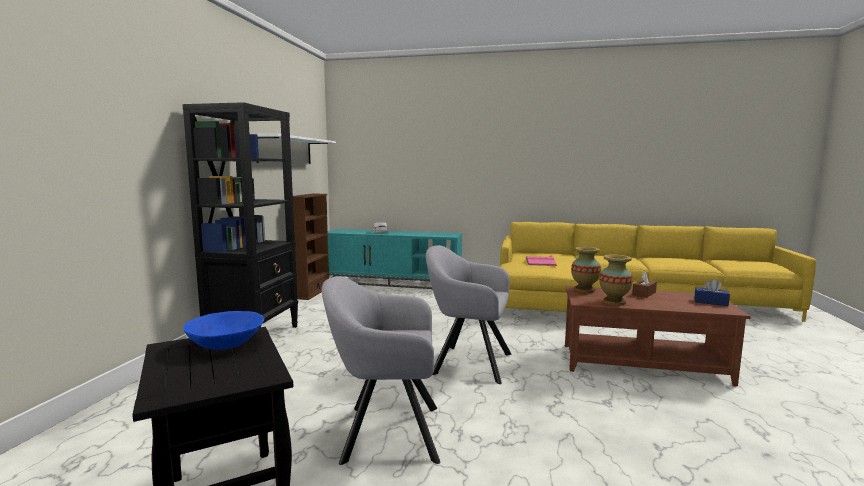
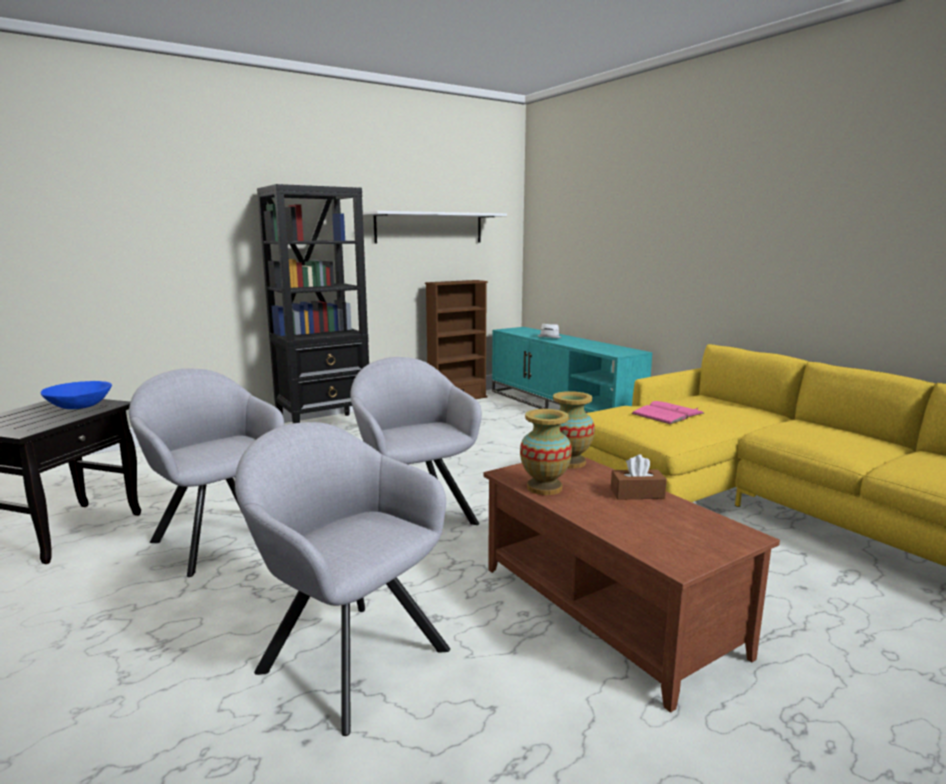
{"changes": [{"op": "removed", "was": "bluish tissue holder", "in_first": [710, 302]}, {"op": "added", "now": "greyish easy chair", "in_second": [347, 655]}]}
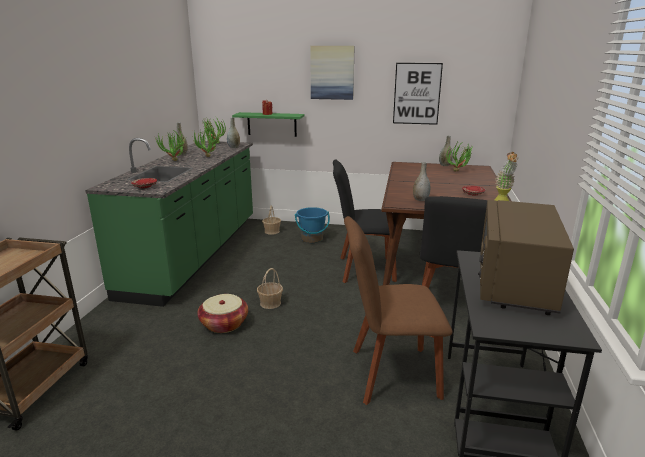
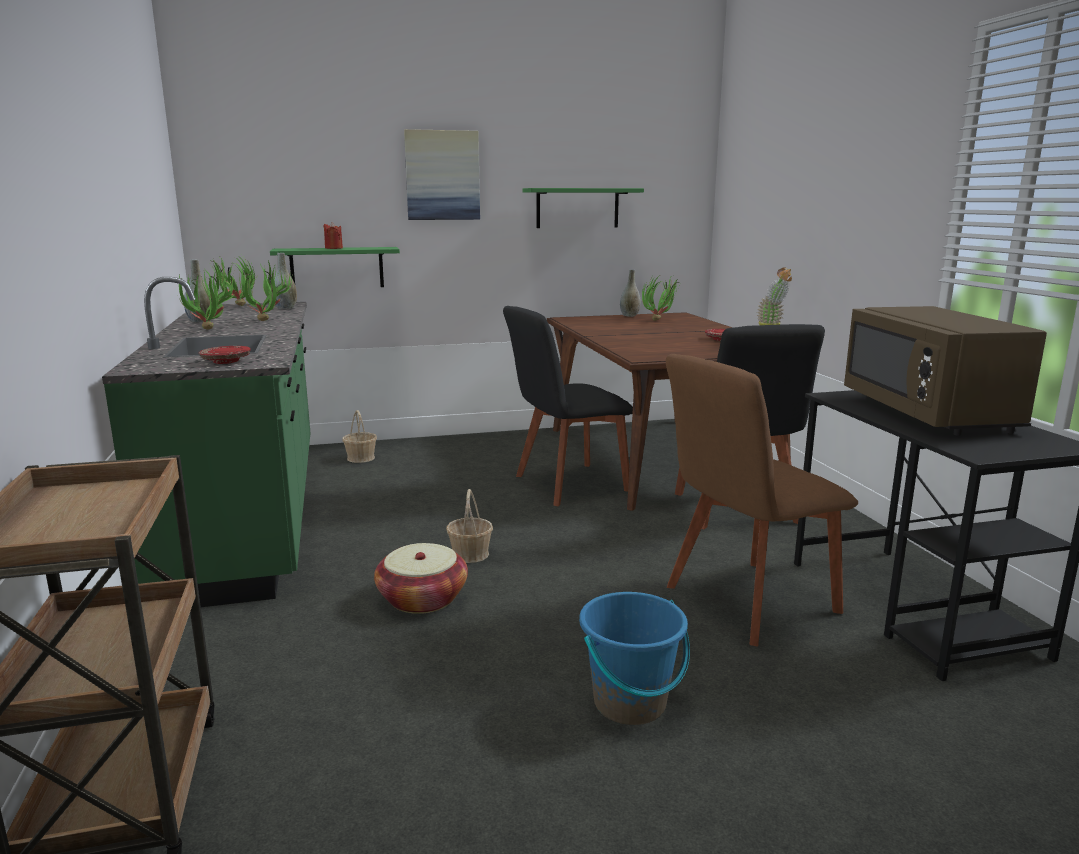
{"changes": [{"op": "removed", "was": "greyish flower vase", "in_first": [420, 199]}, {"op": "moved", "was": "bluish water bucket", "in_first": [312, 239], "in_second": [630, 703]}, {"op": "replaced", "was": "picture", "now": "green-coloured bracket shelf", "in_first": [417, 94], "in_second": [577, 208]}]}
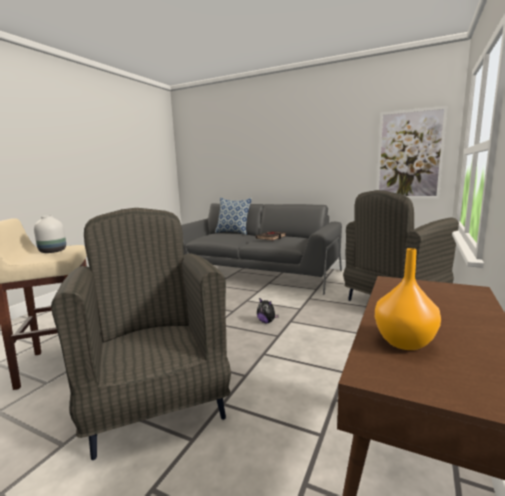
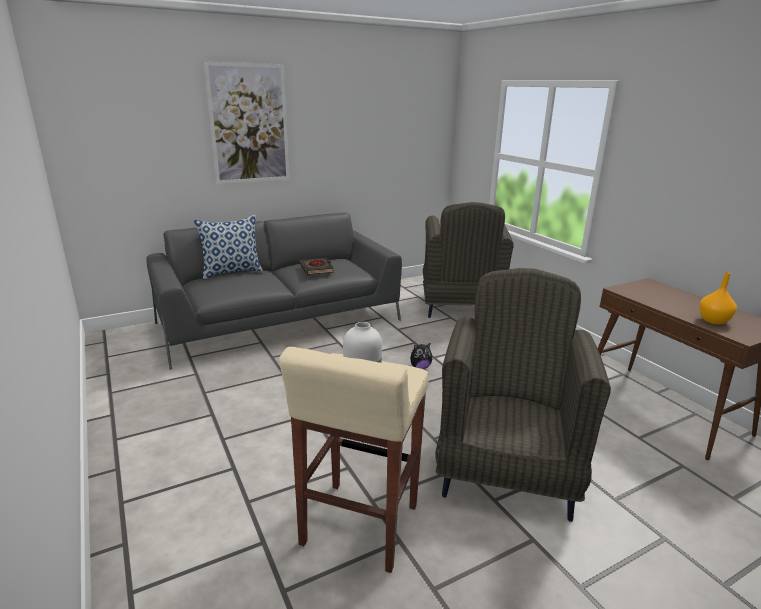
{"changes": [{"op": "moved", "was": "picture", "in_first": [409, 155], "in_second": [249, 124]}, {"op": "turned", "was": "greyish easy chair", "in_first": [156, 401], "in_second": [506, 470], "clockwise": 90}]}
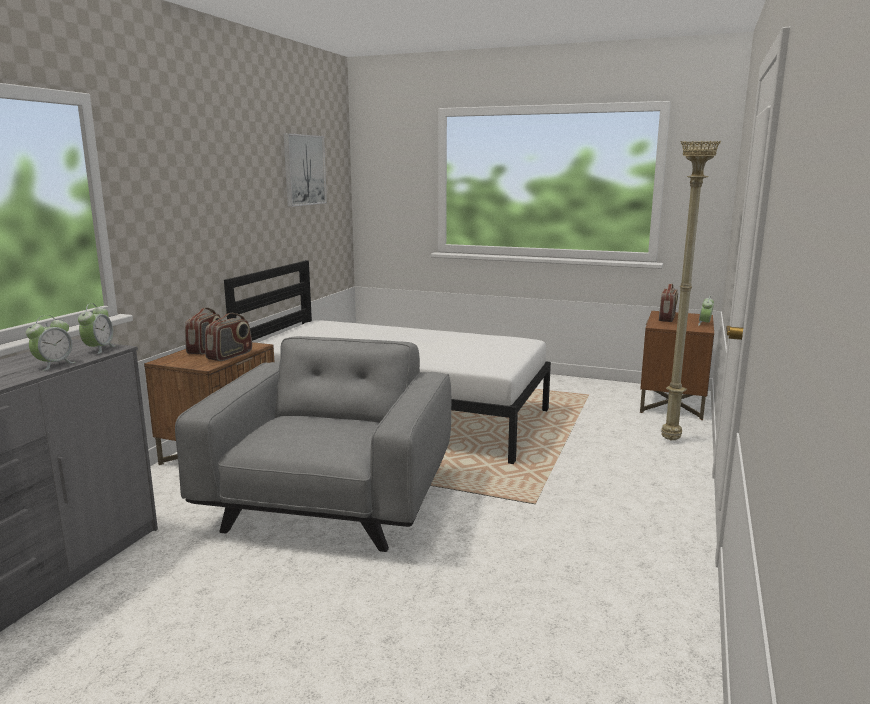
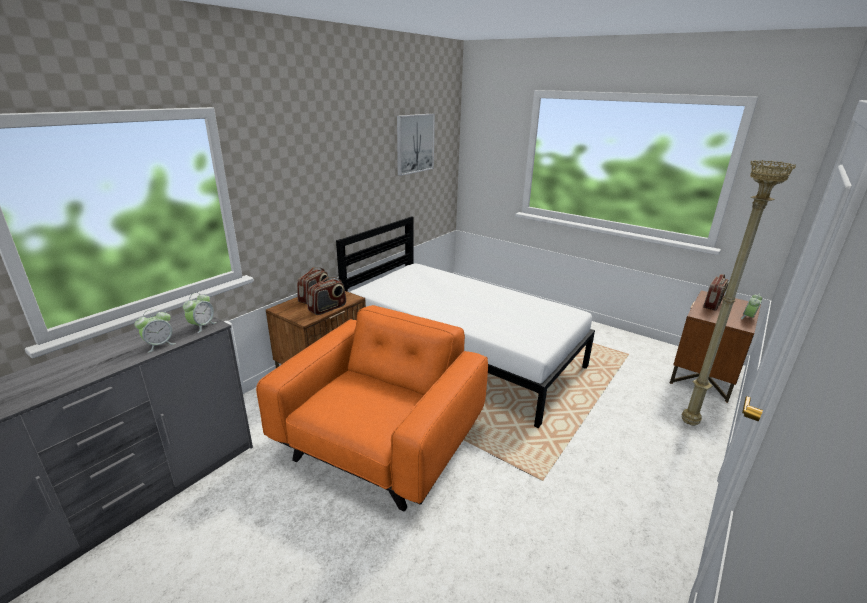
{"changes": [{"op": "recoloured", "was": "greyish easy chair", "now": "orangey easy chair", "in_first": [330, 502], "in_second": [381, 444]}]}
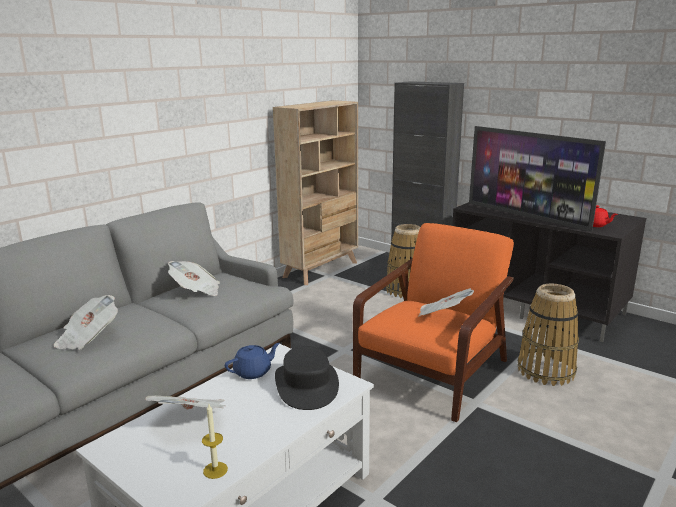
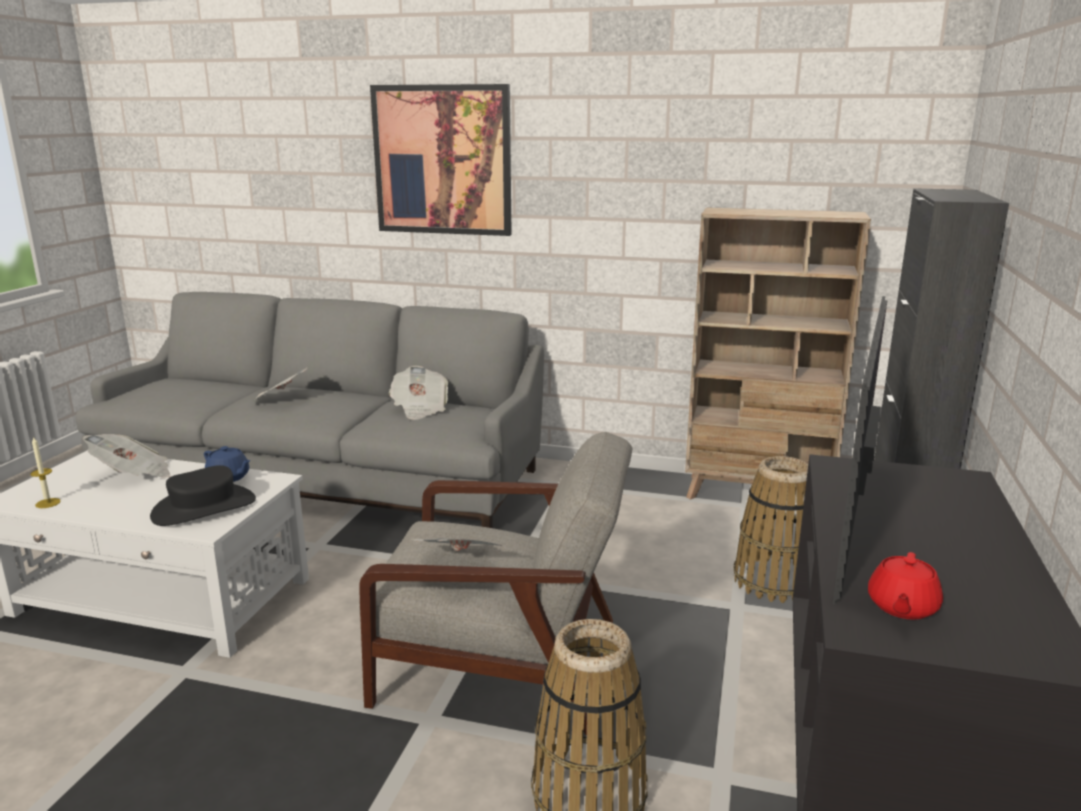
{"changes": [{"op": "added", "now": "picture", "in_second": [442, 160]}, {"op": "recoloured", "was": "orangey easy chair", "now": "greyish easy chair", "in_first": [434, 371], "in_second": [503, 662]}]}
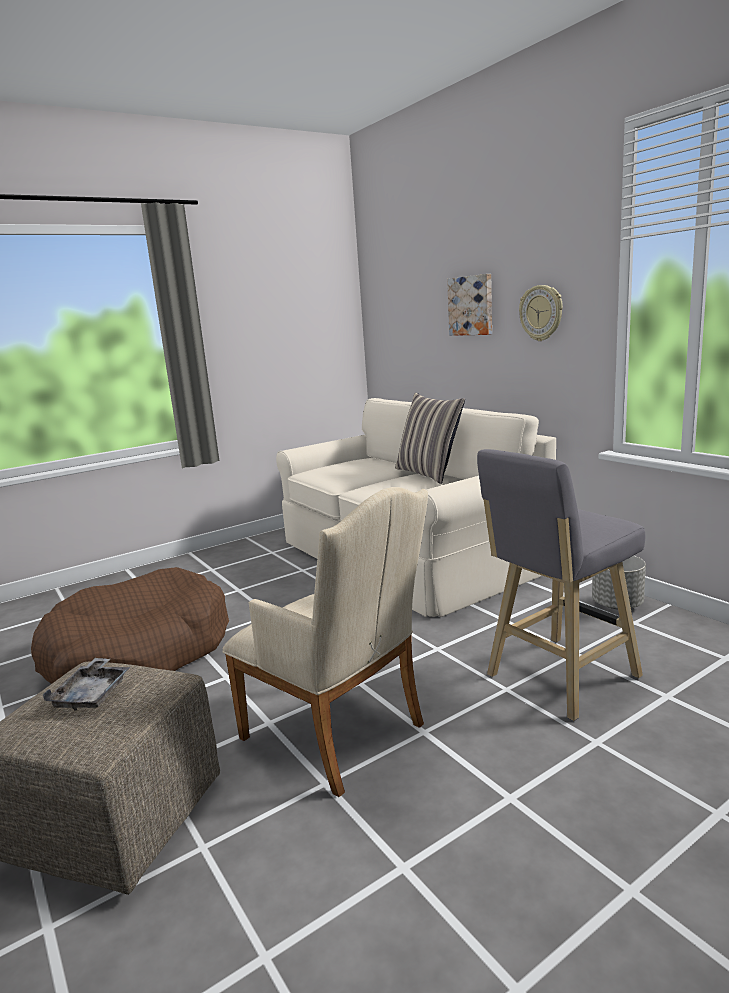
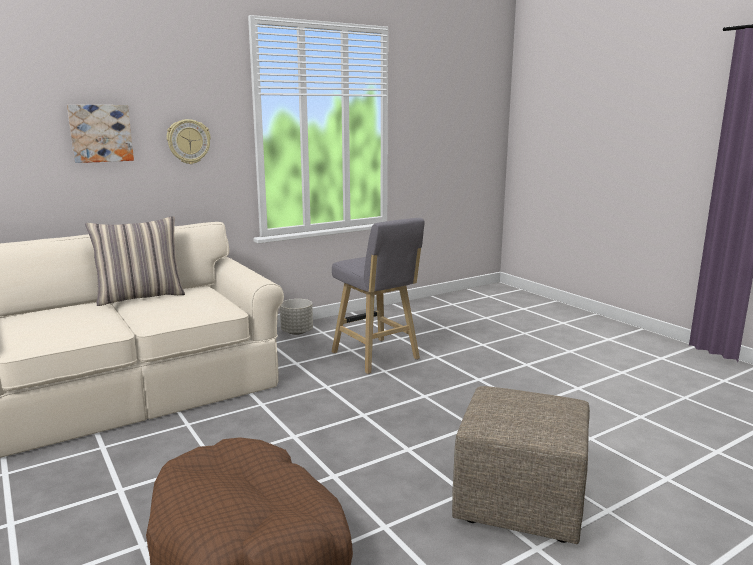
{"changes": [{"op": "removed", "was": "greyish carrying tray", "in_first": [93, 694]}, {"op": "removed", "was": "beige easy chair", "in_first": [340, 736]}]}
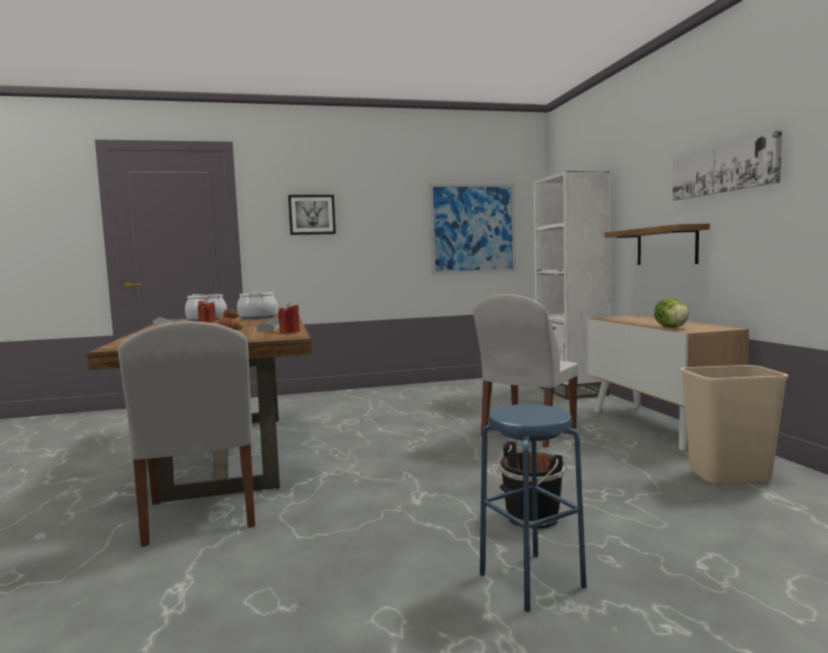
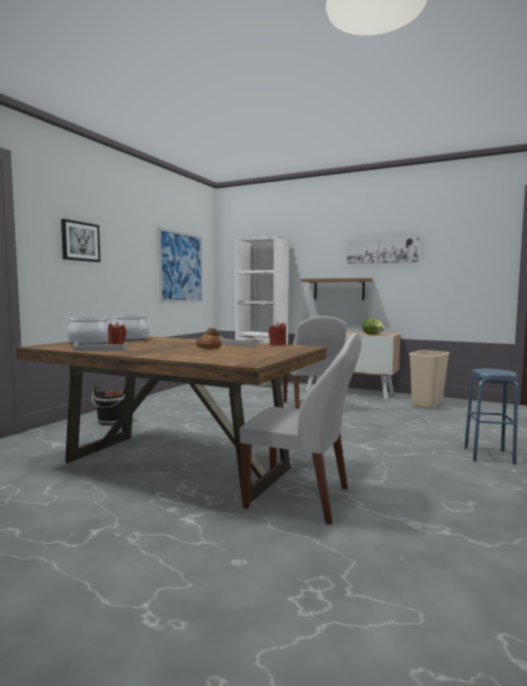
{"changes": [{"op": "moved", "was": "black-coloured water bucket", "in_first": [531, 518], "in_second": [111, 421]}]}
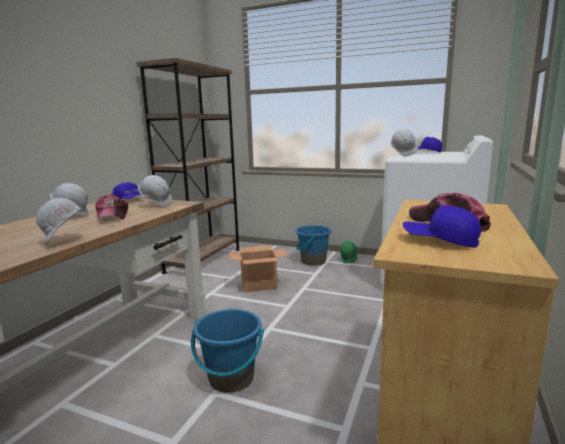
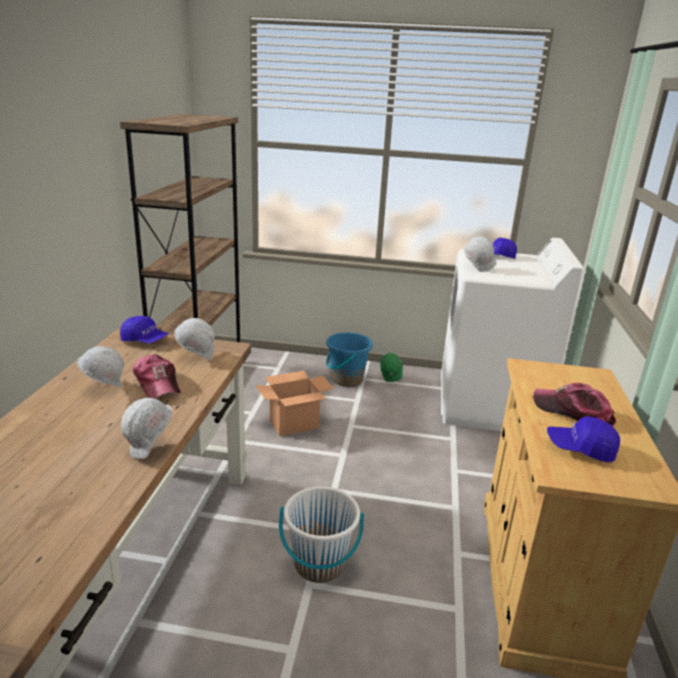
{"changes": [{"op": "recoloured", "was": "bluish water bucket", "now": "whitish water bucket", "in_first": [231, 378], "in_second": [319, 564]}]}
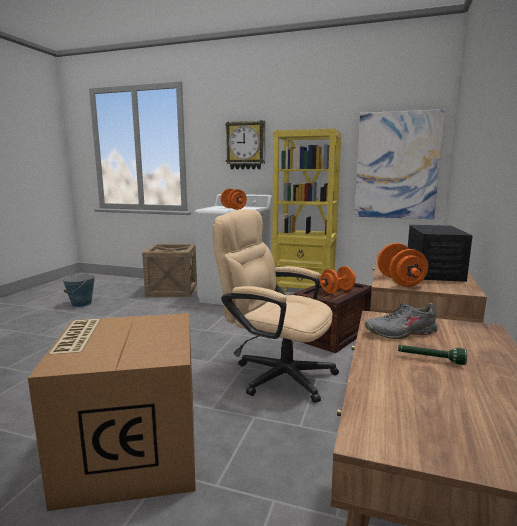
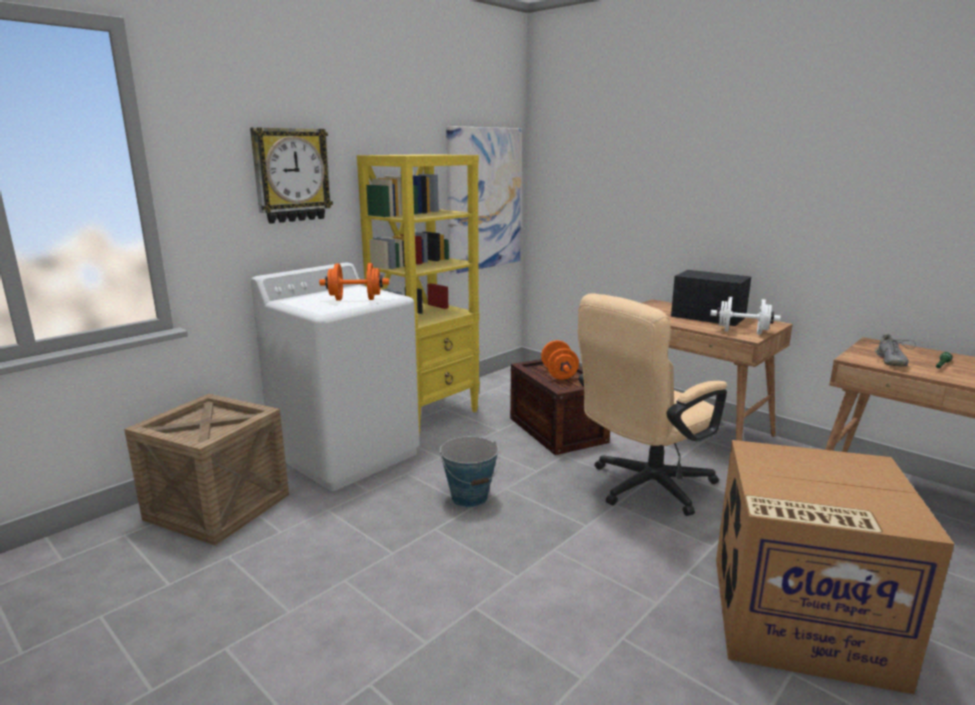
{"changes": [{"op": "moved", "was": "water bucket", "in_first": [81, 304], "in_second": [469, 497]}, {"op": "recoloured", "was": "orangey free weight", "now": "whitish free weight", "in_first": [400, 281], "in_second": [742, 332]}]}
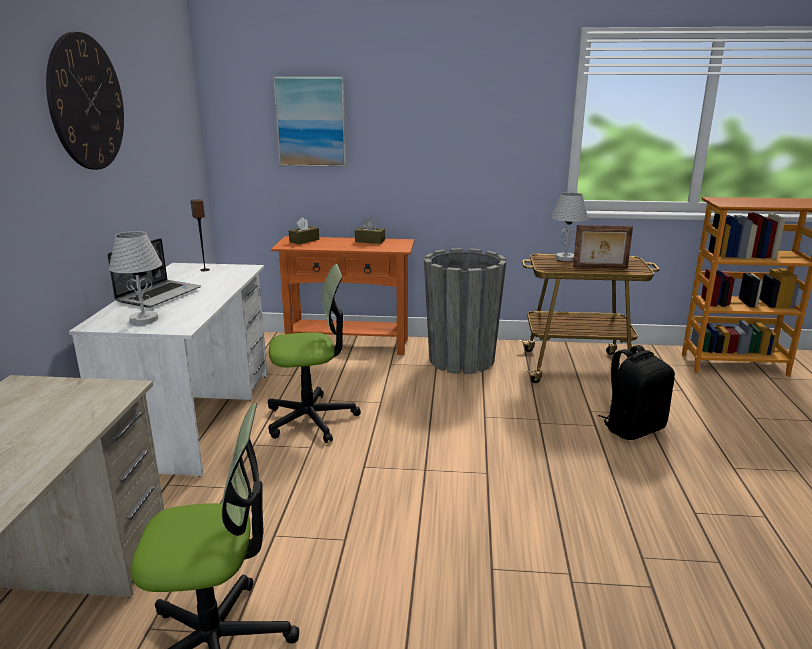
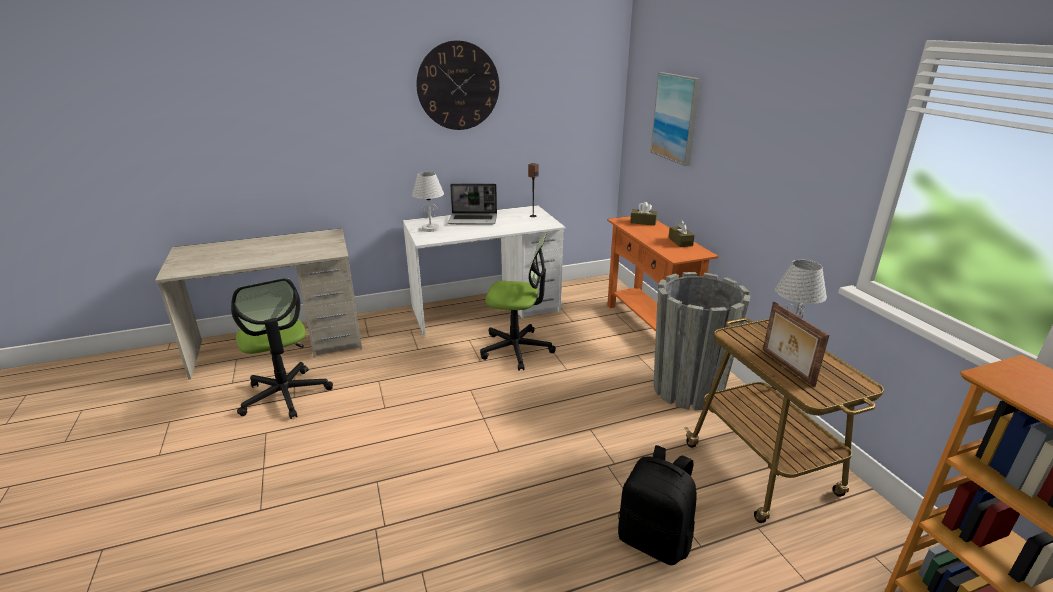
{"changes": [{"op": "turned", "was": "computer chair", "in_first": [311, 419], "in_second": [516, 349], "clockwise": -45}]}
